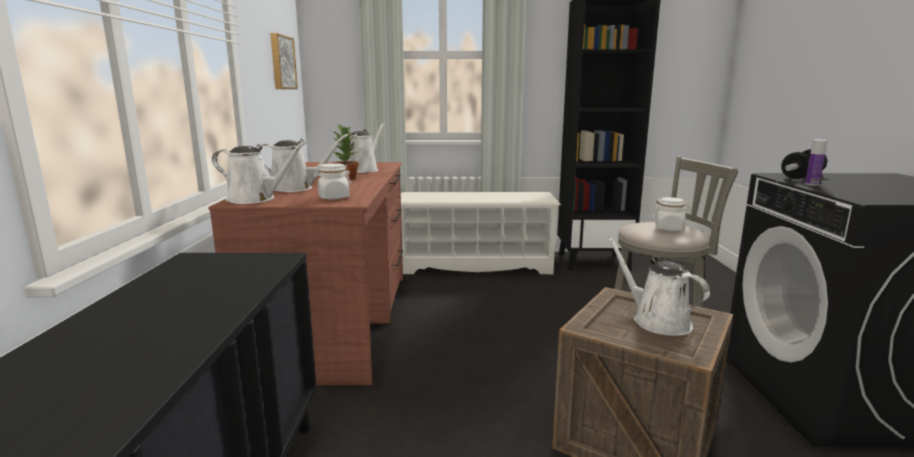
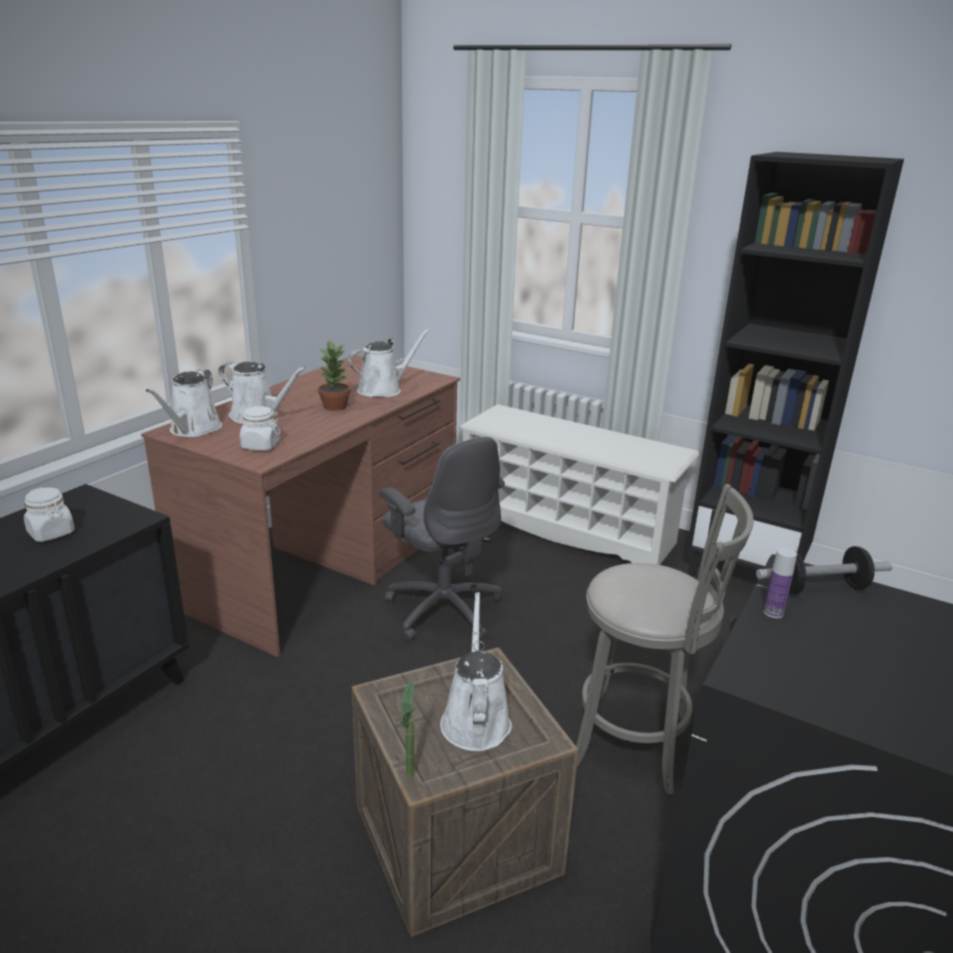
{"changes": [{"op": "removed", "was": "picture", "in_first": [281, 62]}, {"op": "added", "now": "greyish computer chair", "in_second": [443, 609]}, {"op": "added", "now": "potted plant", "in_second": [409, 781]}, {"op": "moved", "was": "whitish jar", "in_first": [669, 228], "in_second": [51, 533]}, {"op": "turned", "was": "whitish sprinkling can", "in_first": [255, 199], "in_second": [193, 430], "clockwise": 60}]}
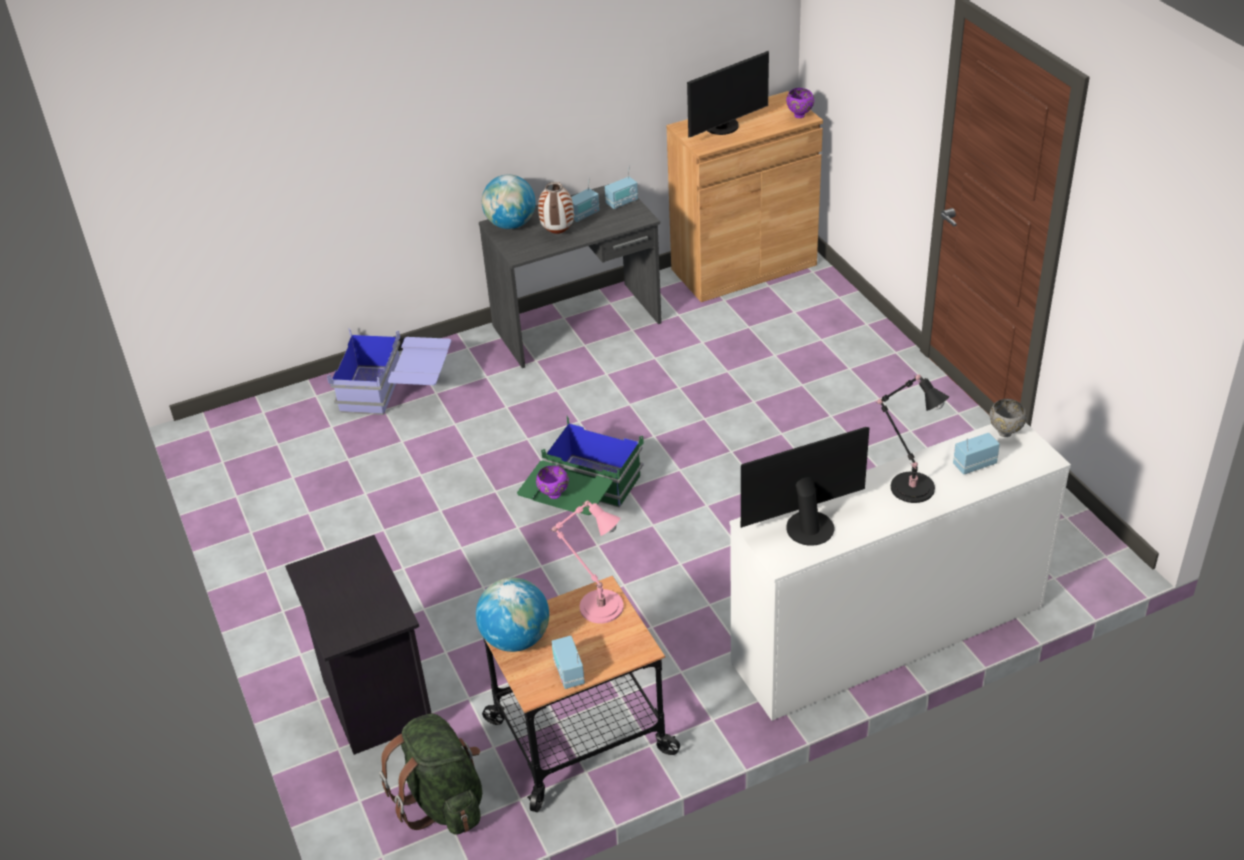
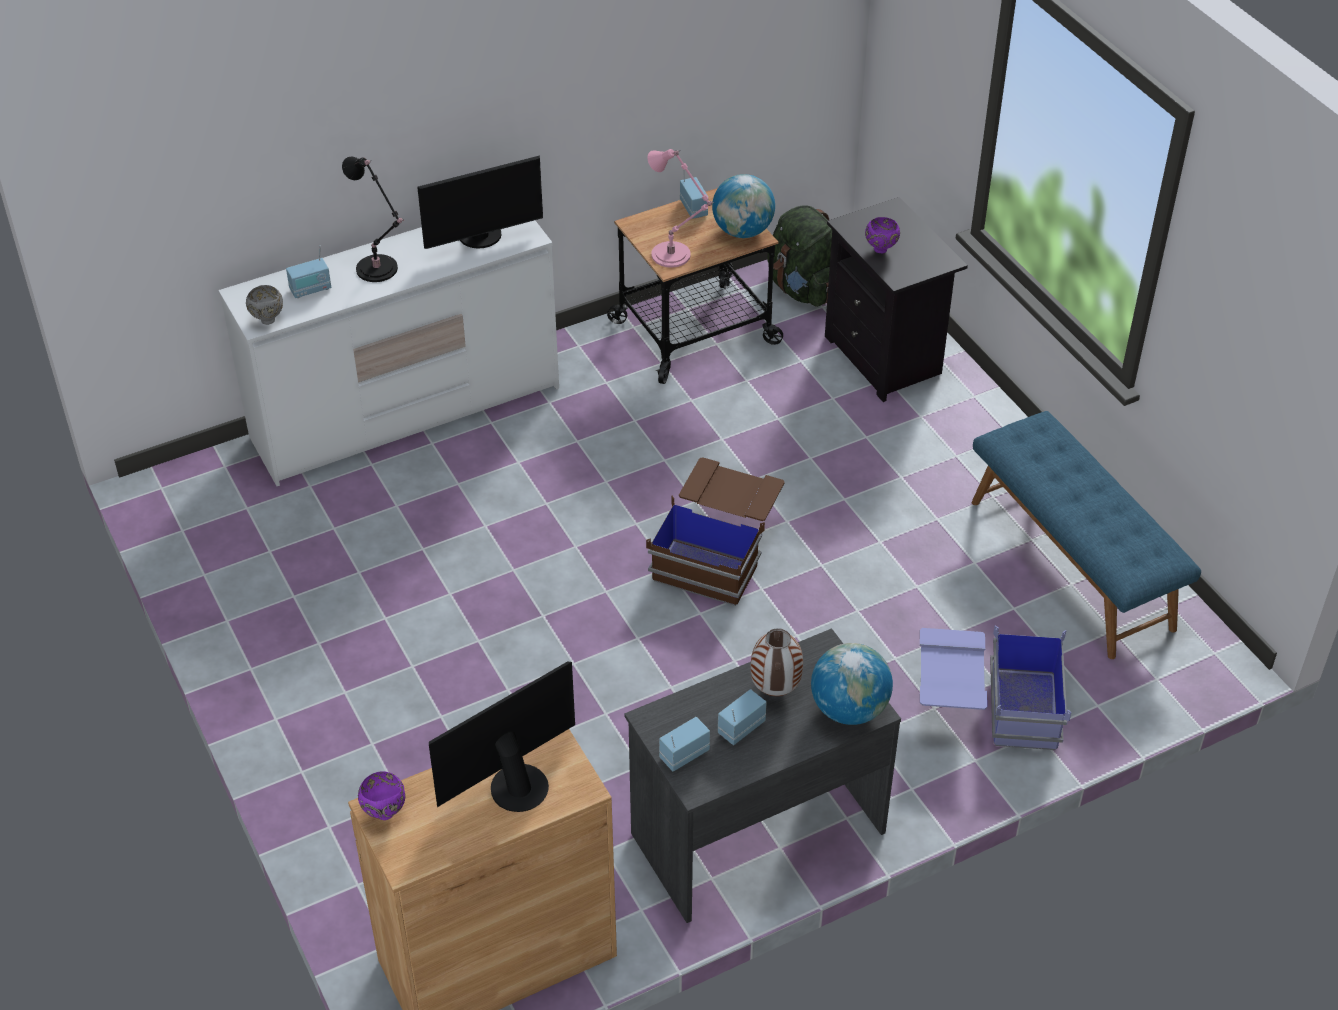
{"changes": [{"op": "added", "now": "bluish indoor bench", "in_second": [1072, 563]}, {"op": "moved", "was": "purple serving bowl", "in_first": [553, 495], "in_second": [881, 249]}, {"op": "recoloured", "was": "green-coloured storage box", "now": "brown-coloured storage box", "in_first": [582, 501], "in_second": [717, 551]}]}
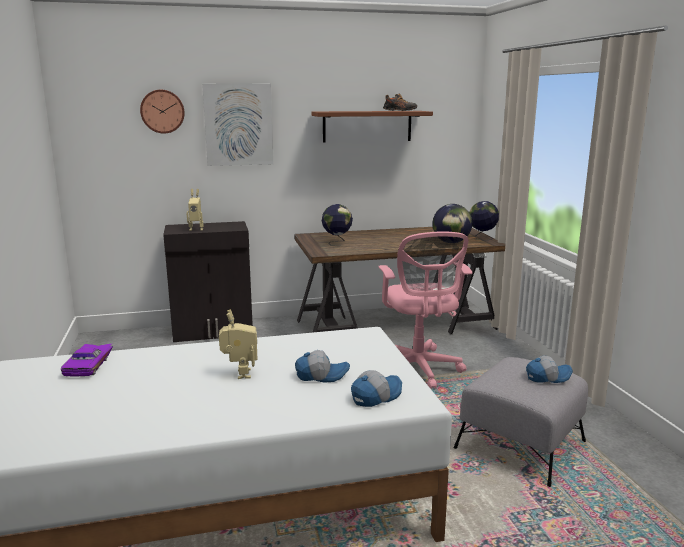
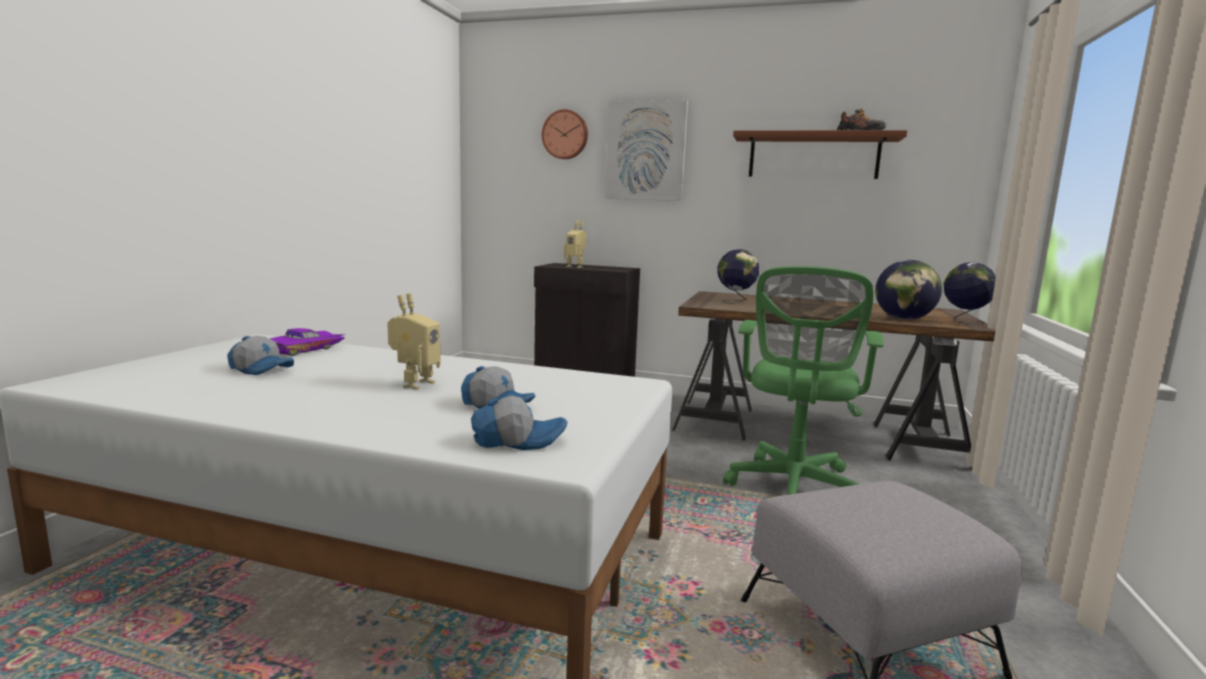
{"changes": [{"op": "moved", "was": "baseball cap", "in_first": [547, 377], "in_second": [262, 369]}, {"op": "recoloured", "was": "pink computer chair", "now": "green-coloured computer chair", "in_first": [419, 370], "in_second": [793, 488]}]}
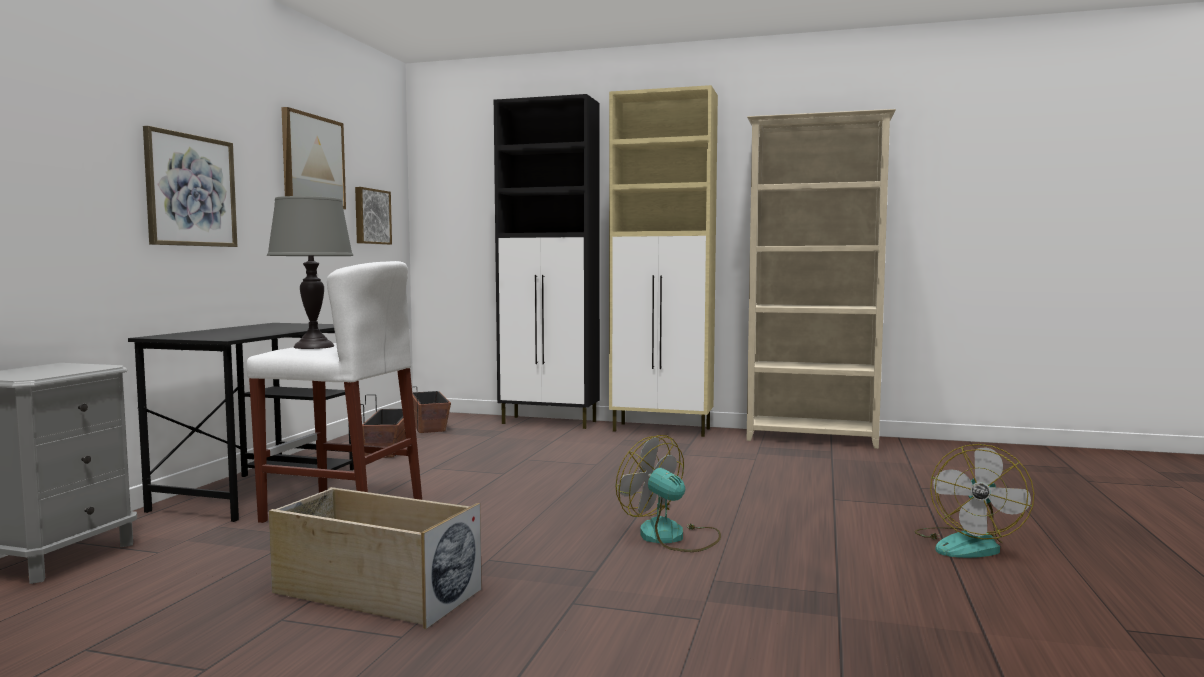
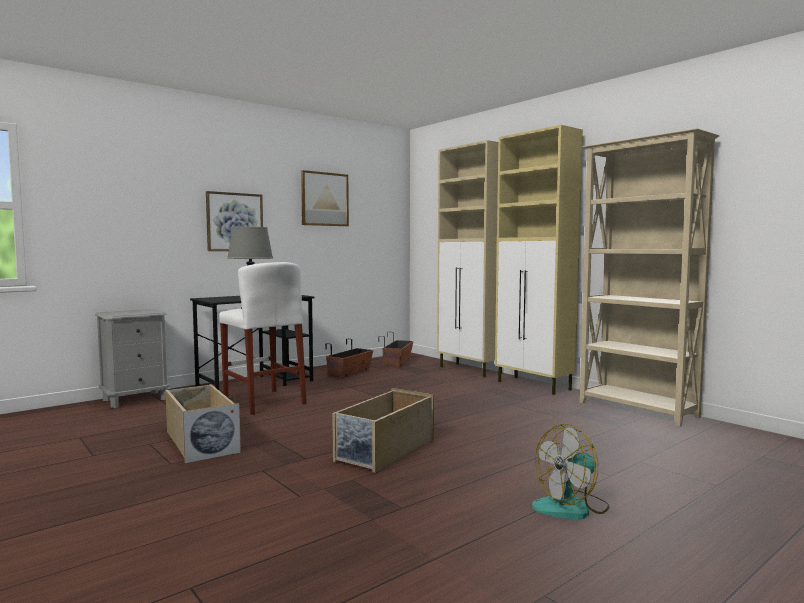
{"changes": [{"op": "removed", "was": "picture", "in_first": [371, 216]}, {"op": "replaced", "was": "fan", "now": "beige storage box", "in_first": [672, 537], "in_second": [385, 451]}, {"op": "recoloured", "was": "black-coloured storage cabinet", "now": "beige storage cabinet", "in_first": [550, 422], "in_second": [470, 370]}]}
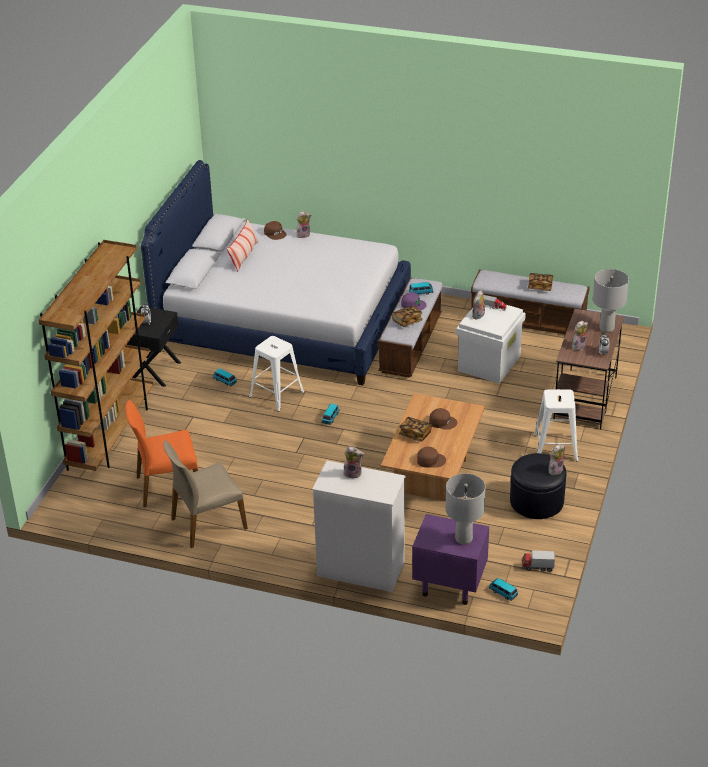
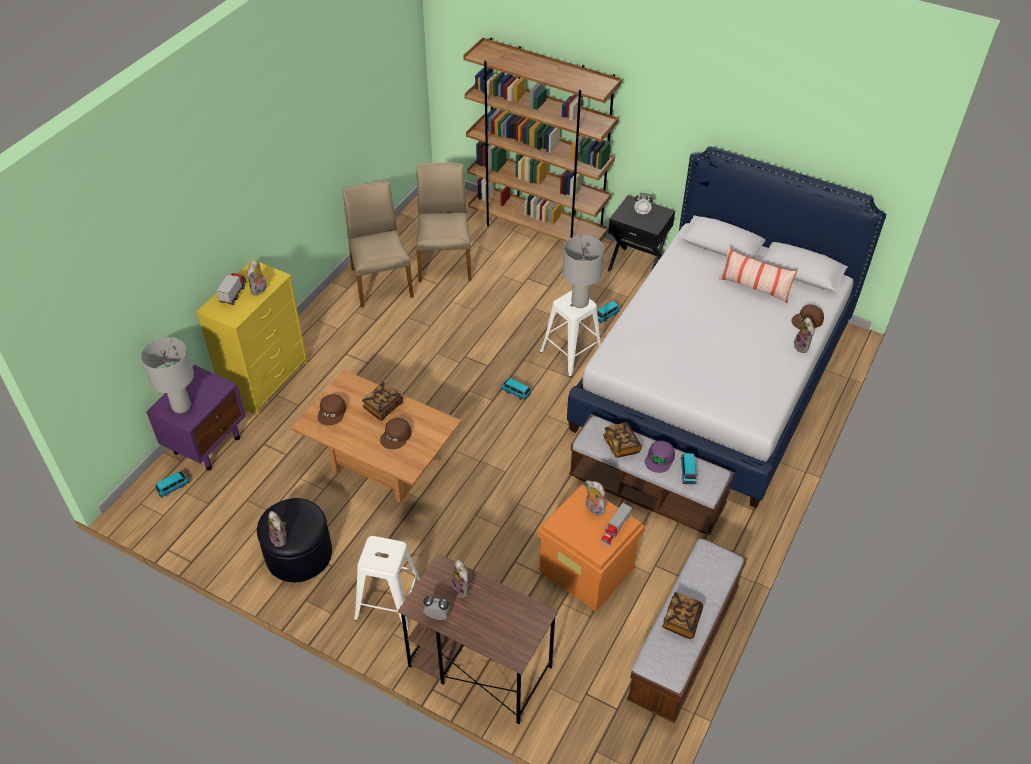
{"changes": [{"op": "moved", "was": "toy truck", "in_first": [537, 567], "in_second": [233, 294]}, {"op": "moved", "was": "greyish table lamp", "in_first": [606, 328], "in_second": [580, 302]}, {"op": "recoloured", "was": "orangey plain chair", "now": "beige plain chair", "in_first": [168, 486], "in_second": [444, 261]}, {"op": "recoloured", "was": "whitish drawer chest", "now": "yellow drawer chest", "in_first": [360, 569], "in_second": [266, 379]}, {"op": "recoloured", "was": "whitish storage box", "now": "orangey storage box", "in_first": [489, 363], "in_second": [587, 570]}]}
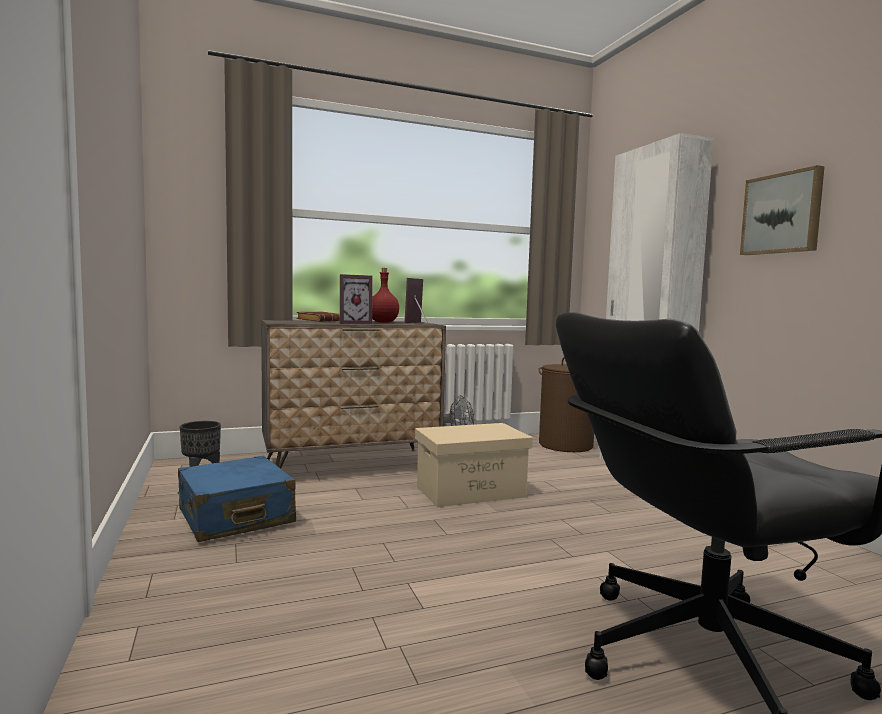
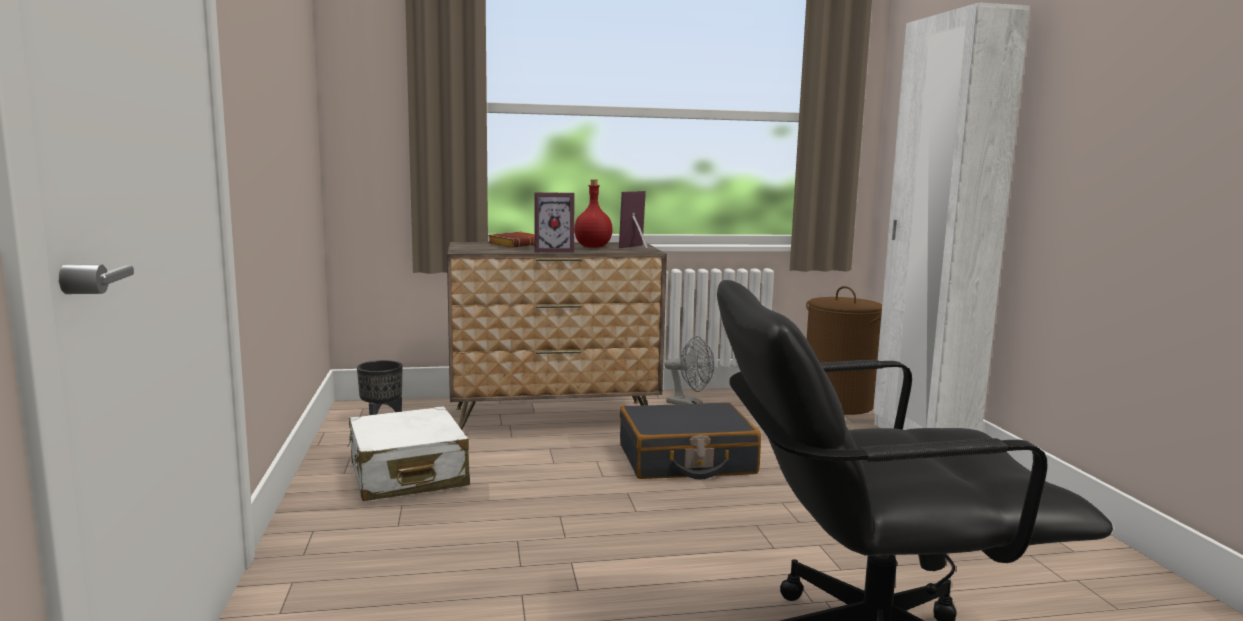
{"changes": [{"op": "removed", "was": "picture", "in_first": [782, 214]}, {"op": "replaced", "was": "beige storage box", "now": "black-coloured travel case", "in_first": [471, 491], "in_second": [686, 460]}, {"op": "recoloured", "was": "bluish travel case", "now": "whitish travel case", "in_first": [235, 517], "in_second": [407, 475]}]}
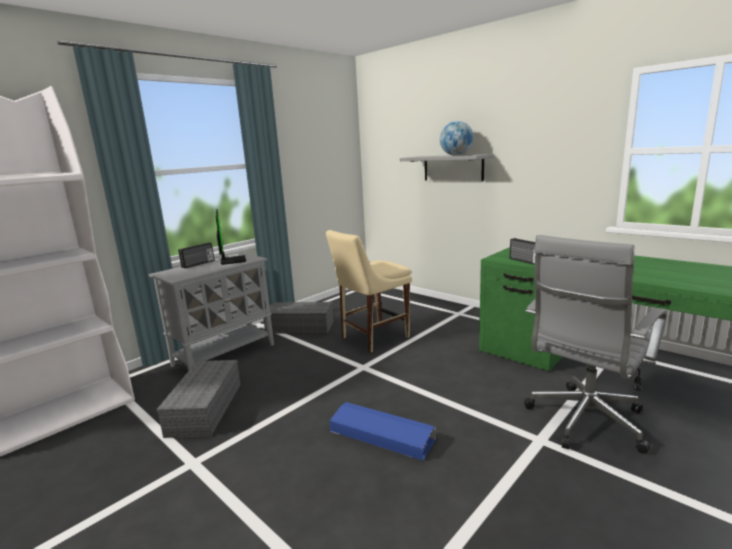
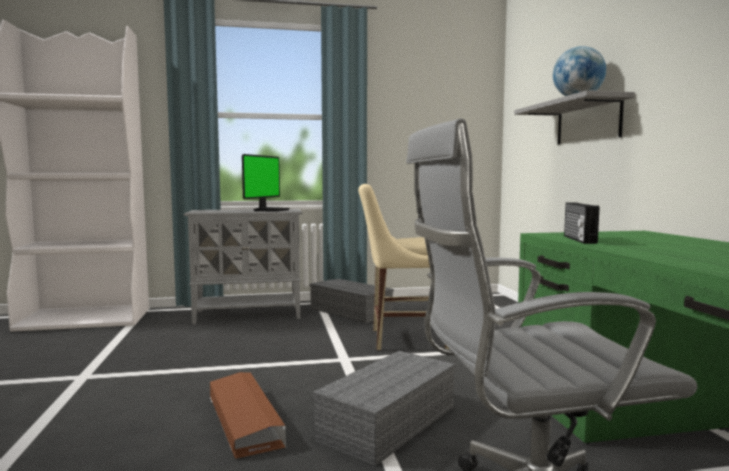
{"changes": [{"op": "removed", "was": "radio set", "in_first": [198, 264]}, {"op": "moved", "was": "greyish storage box", "in_first": [205, 408], "in_second": [388, 421]}, {"op": "recoloured", "was": "bluish storage box", "now": "brown-coloured storage box", "in_first": [381, 435], "in_second": [244, 420]}]}
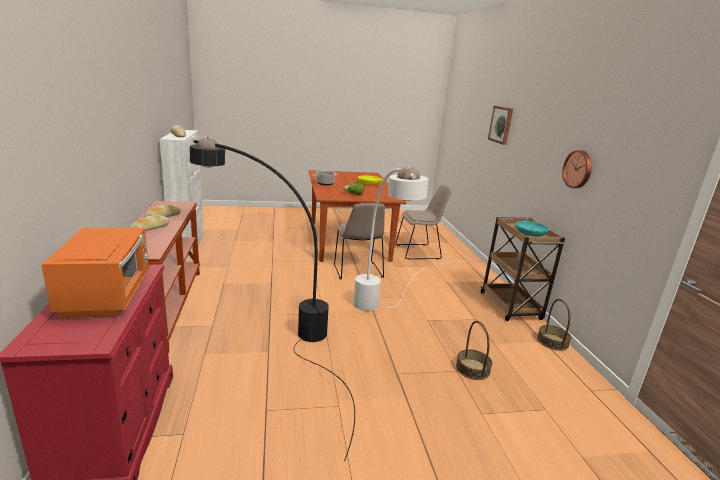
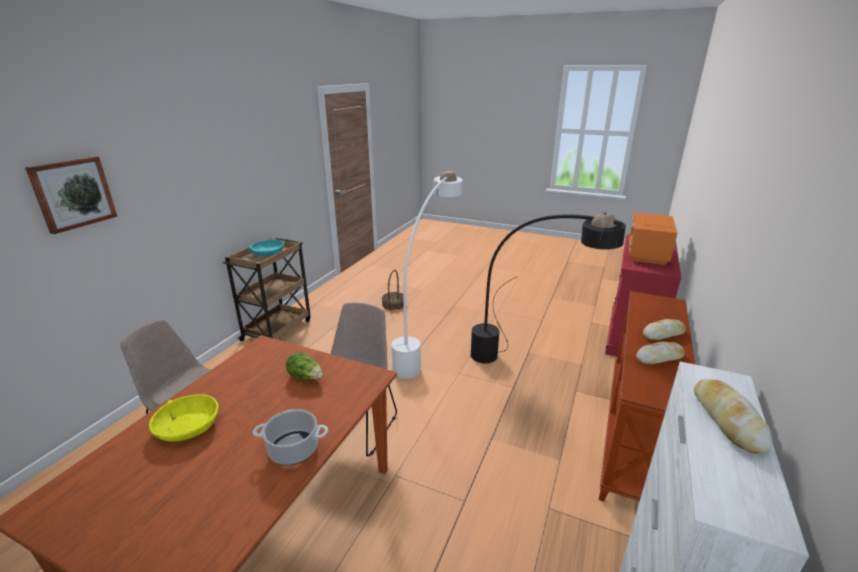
{"changes": [{"op": "removed", "was": "basket", "in_first": [552, 342]}, {"op": "removed", "was": "hanging clock", "in_first": [578, 169]}]}
